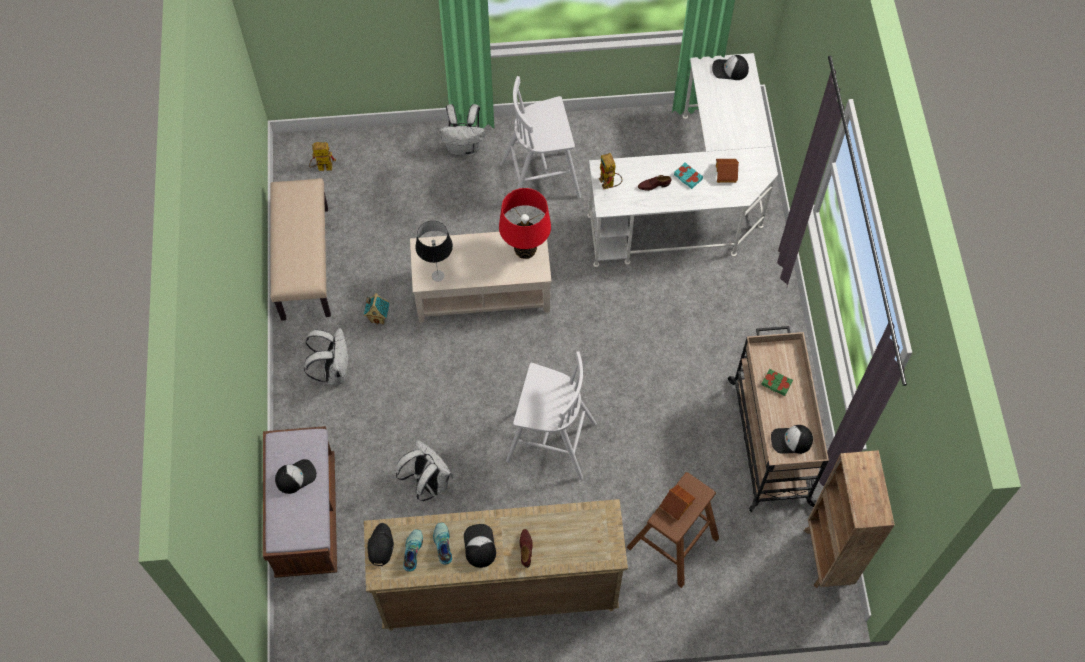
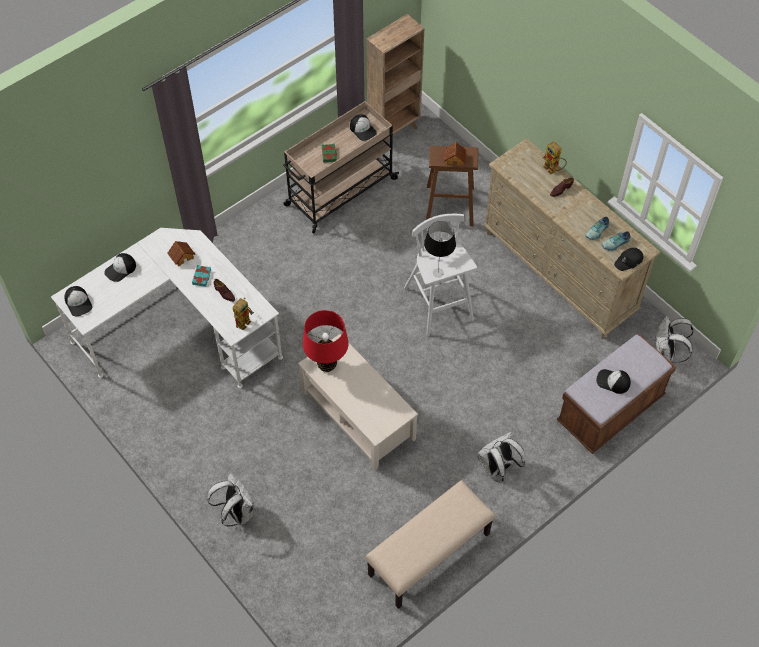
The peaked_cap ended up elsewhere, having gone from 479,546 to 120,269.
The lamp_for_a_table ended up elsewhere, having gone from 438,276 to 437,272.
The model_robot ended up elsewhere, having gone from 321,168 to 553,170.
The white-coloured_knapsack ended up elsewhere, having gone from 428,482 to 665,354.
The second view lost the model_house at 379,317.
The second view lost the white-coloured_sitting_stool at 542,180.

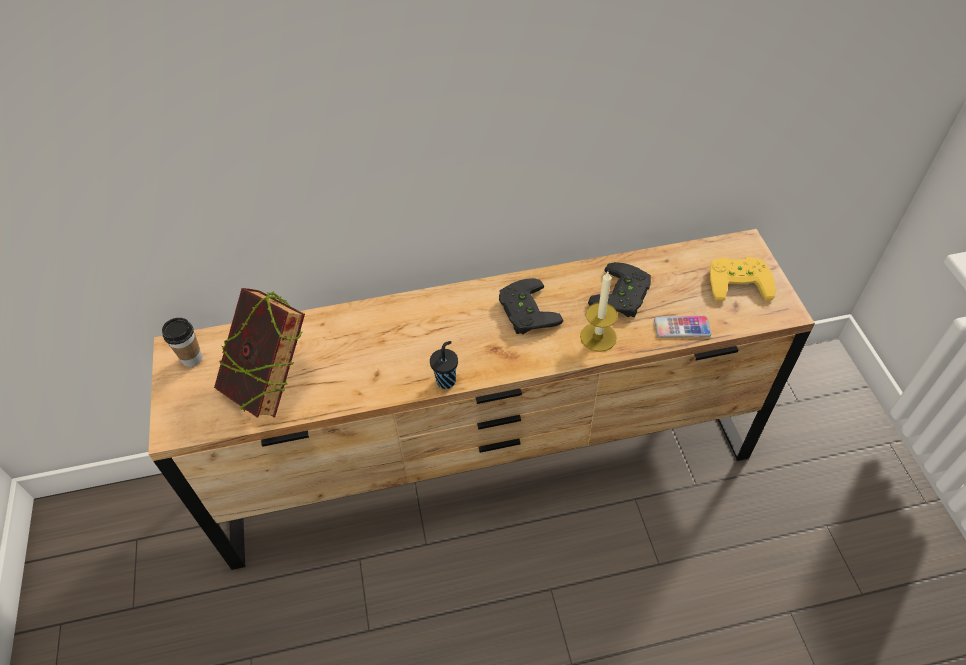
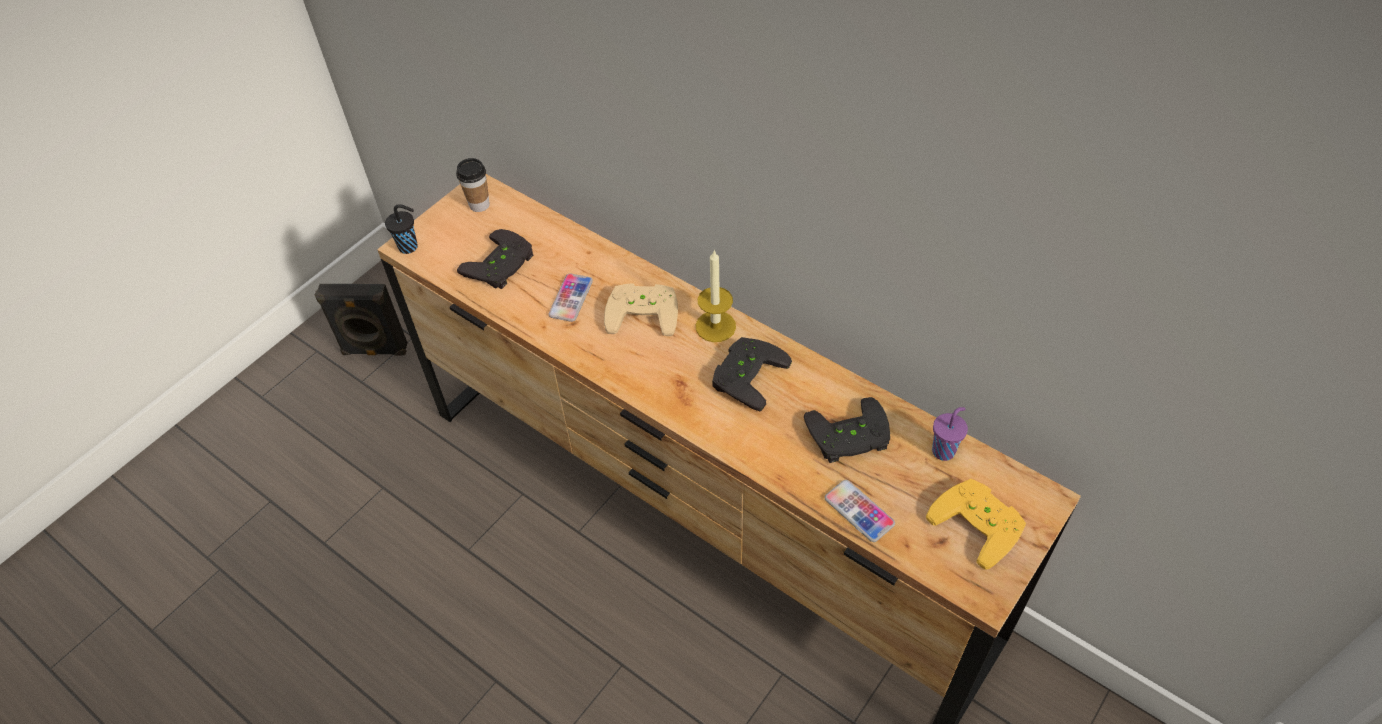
The second view gained the black-coloured_speaker at 374,350.
The black-coloured_small_cup ended up elsewhere, having gone from 446,380 to 409,247.
Where the volume stood at 271,382, the black-coloured_joypad came to stand at 501,266.
The second view gained the phone at 571,298.
The second view gained the beige_joypad at 643,310.
The wax_light ended up elsewhere, having gone from 598,337 to 715,326.
The second view gained the purple_small_cup at 944,450.

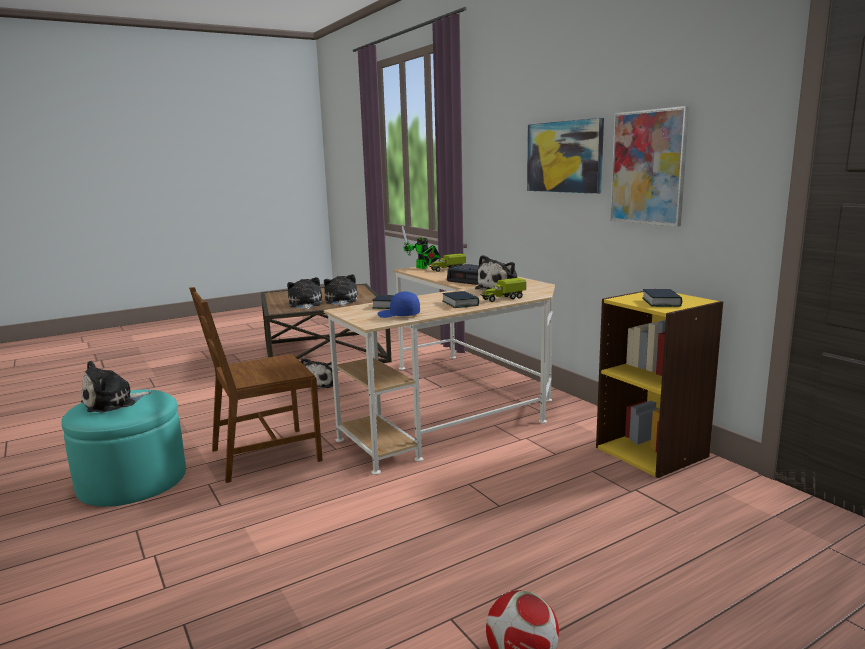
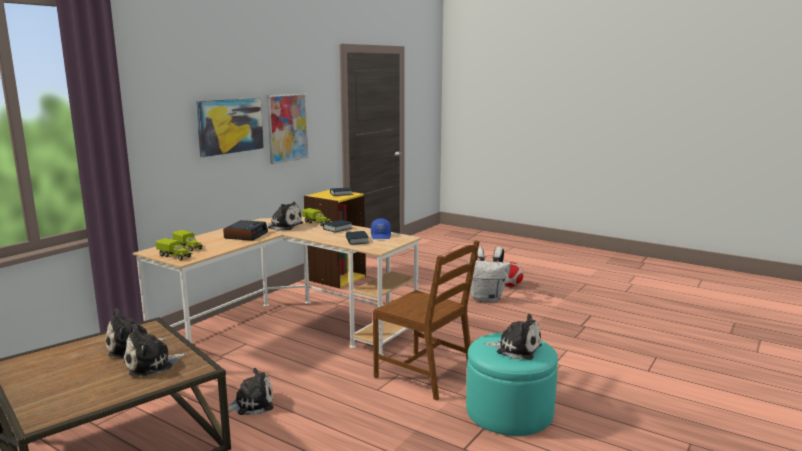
Where the model_robot stood at 423,268, the toy_lorry came to stand at 175,256.
The second view gained the white-coloured_knapsack at 486,299.

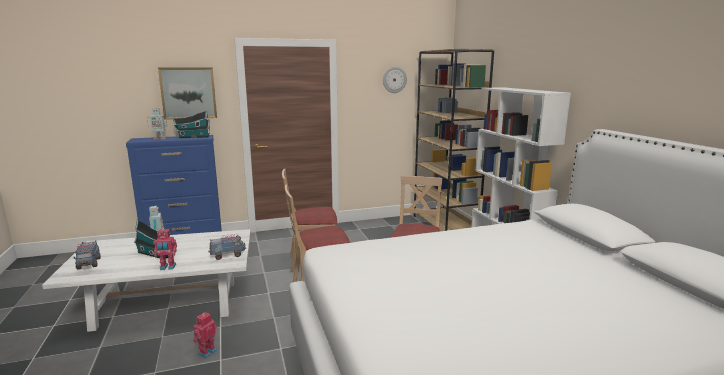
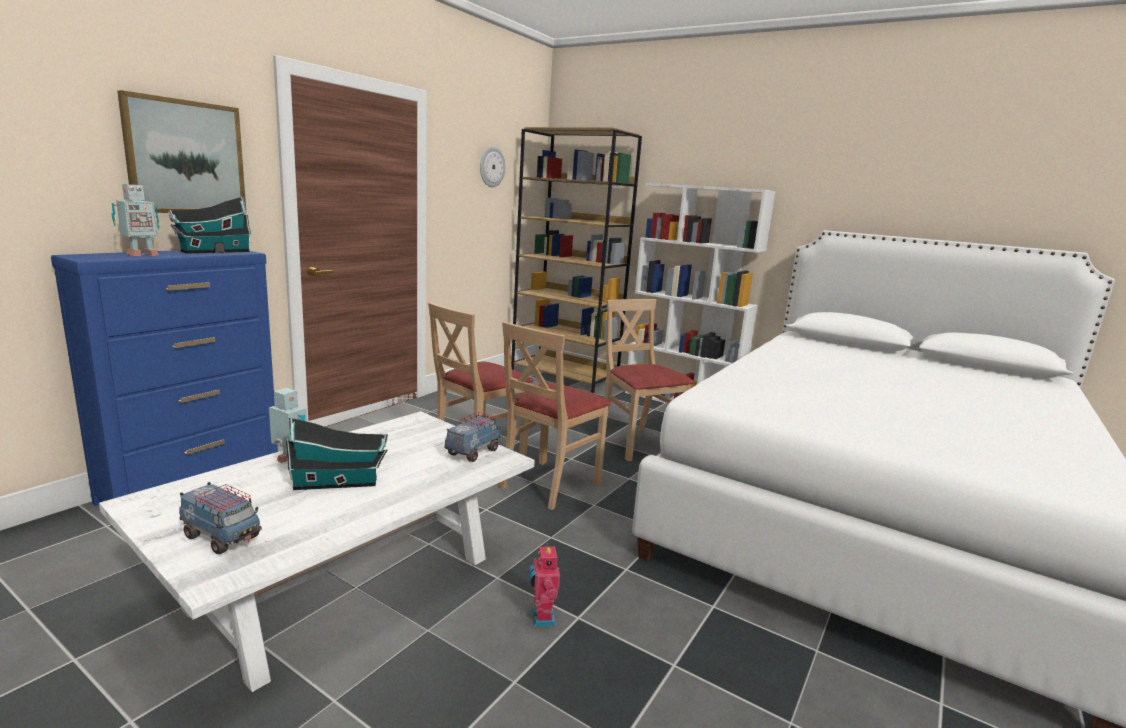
The second view lost the model_robot at 167,267.

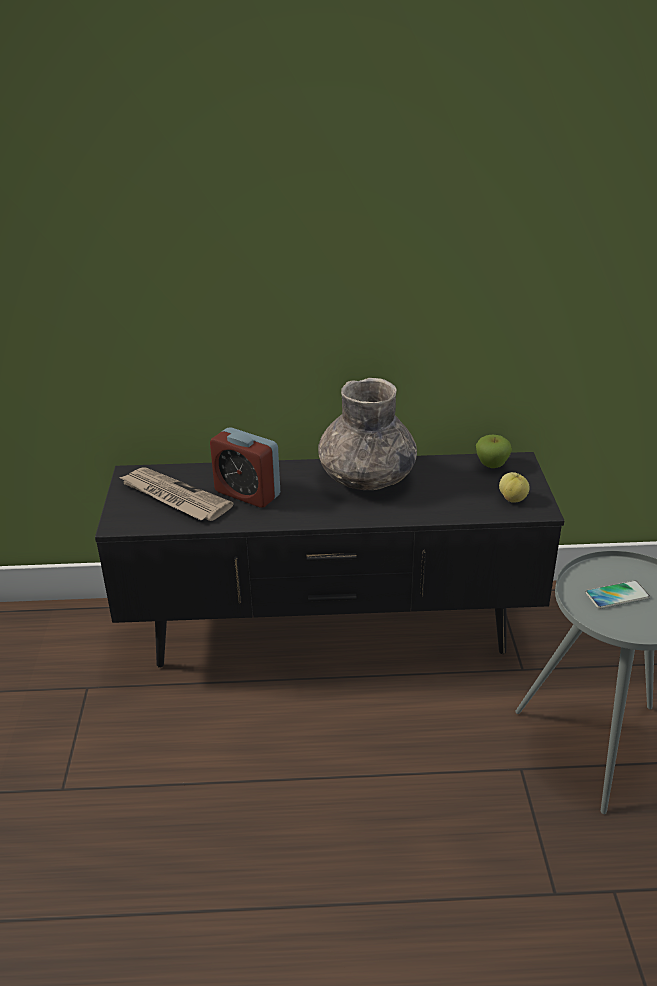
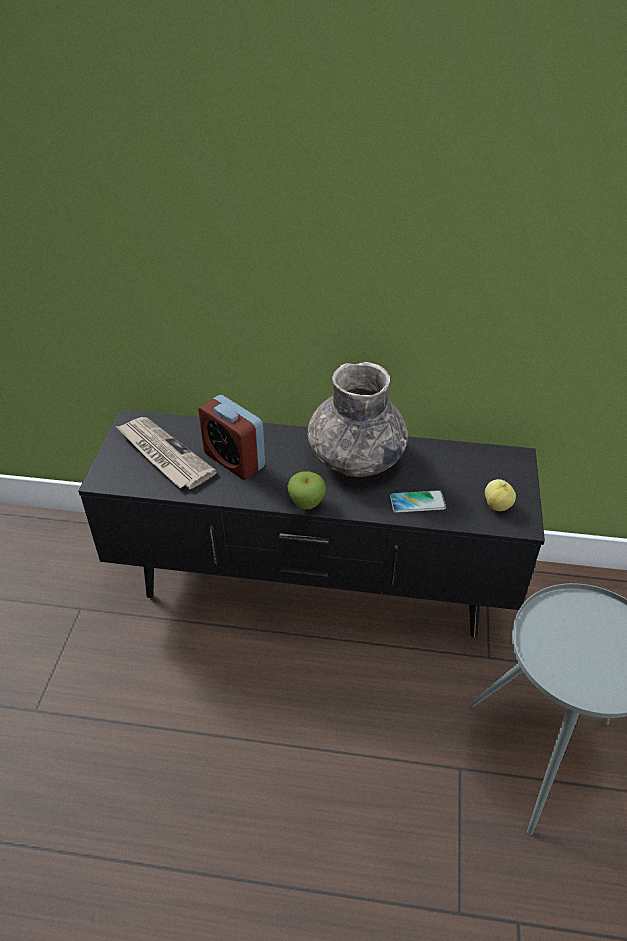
The apple ended up elsewhere, having gone from 492,465 to 306,503.
The phone ended up elsewhere, having gone from 617,595 to 417,502.

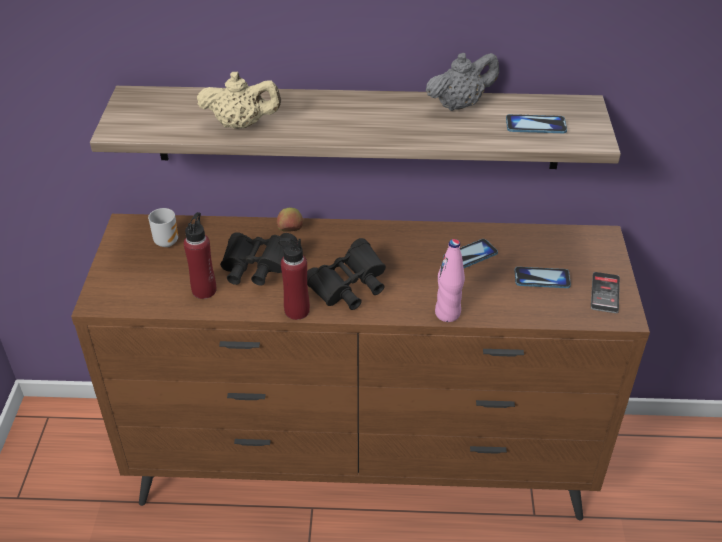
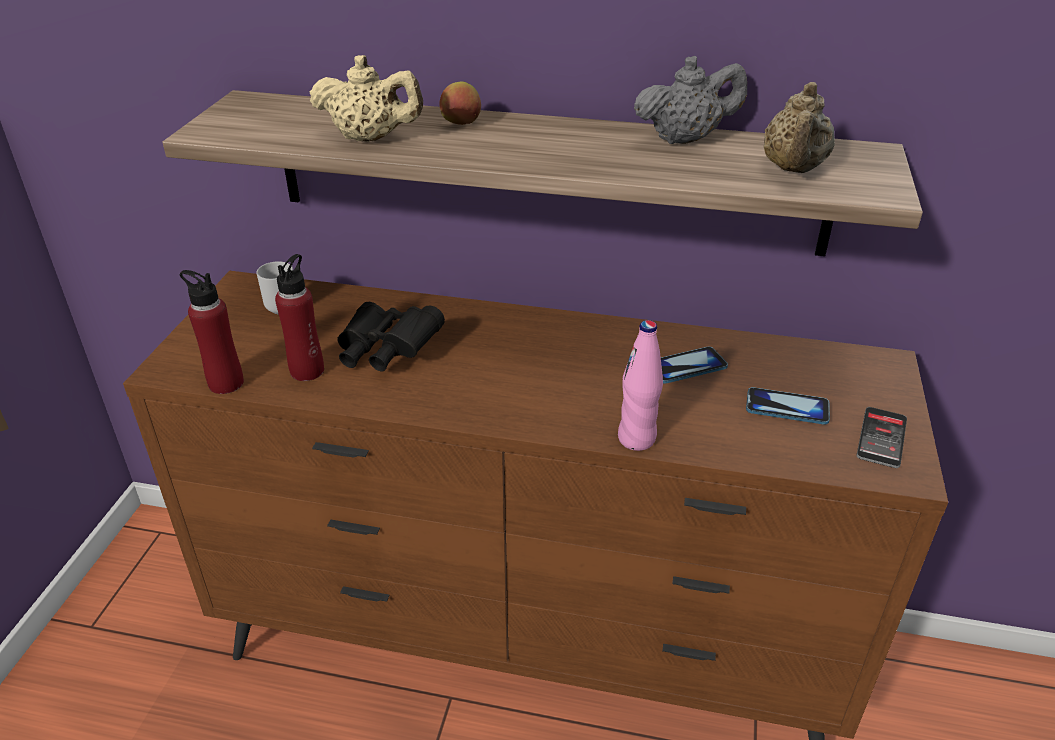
The red-coloured_drink_bottle ended up elsewhere, having gone from 296,310 to 226,383.
The apple ended up elsewhere, having gone from 290,231 to 461,125.
Where the phone stood at 535,125, the beige_teapot came to stand at 793,169.
The second view lost the black-coloured_binoculars at 349,288.

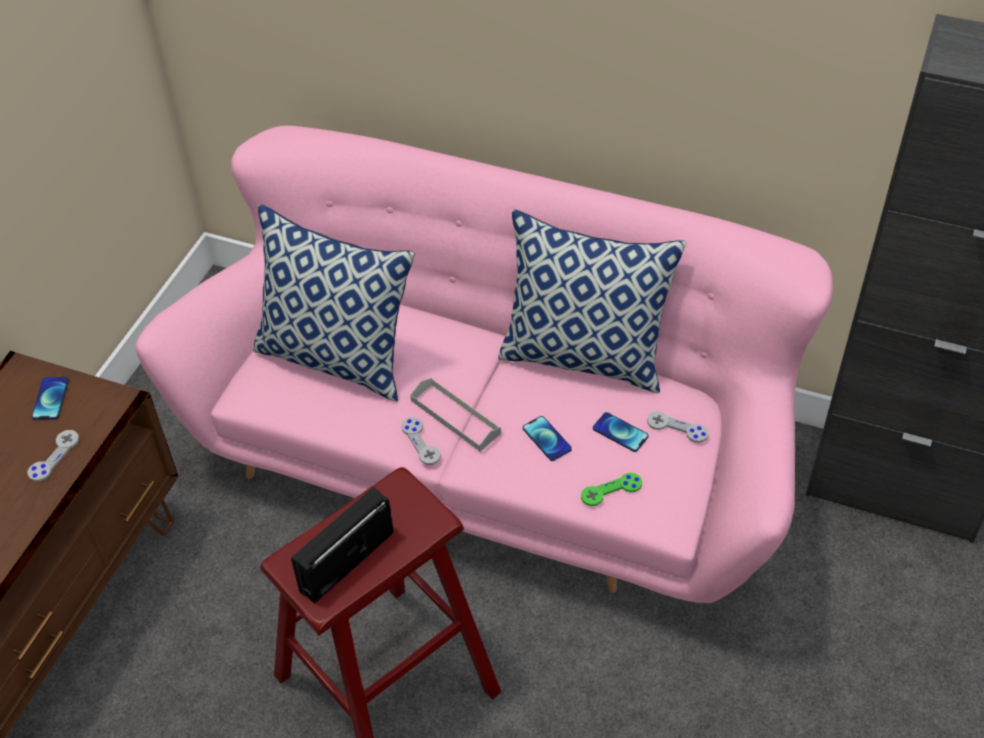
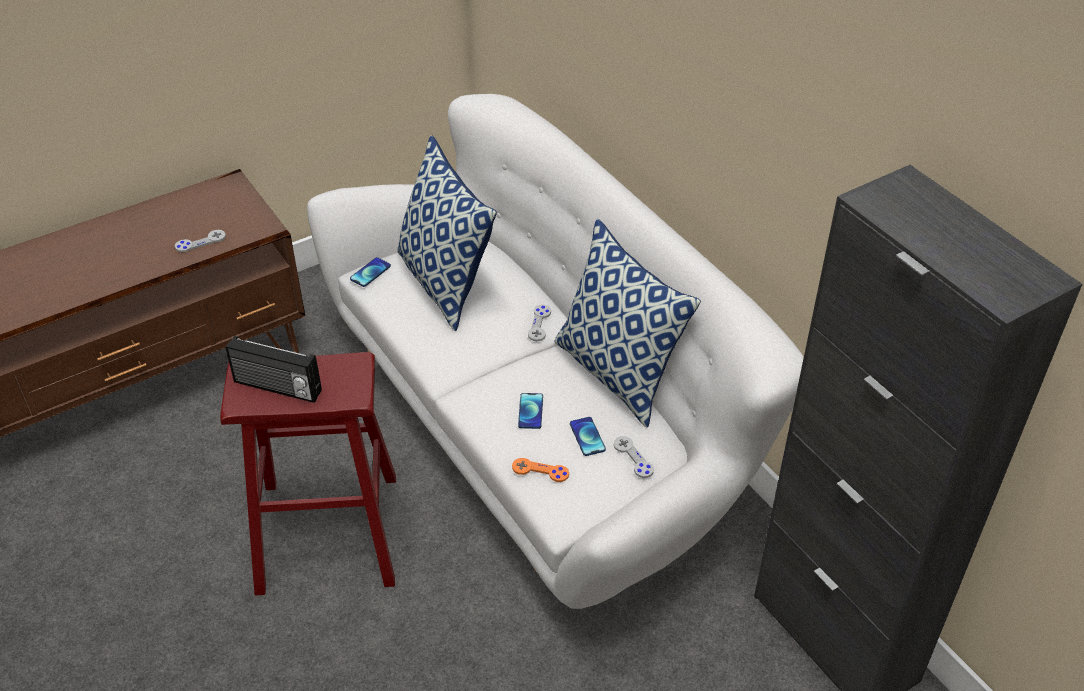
The radio at 345,560 ended up facing another way, 150 degrees counterclockwise from before.
What was the pink_couch at 494,459 turned into the white-coloured_couch at 541,432.
The phone ended up elsewhere, having gone from 51,399 to 370,273.
What was the green_joypad at 611,490 turned into the orange_joypad at 540,471.
The gray_joypad ended up elsewhere, having gone from 421,442 to 539,324.
The second view lost the gray_tray at 455,417.

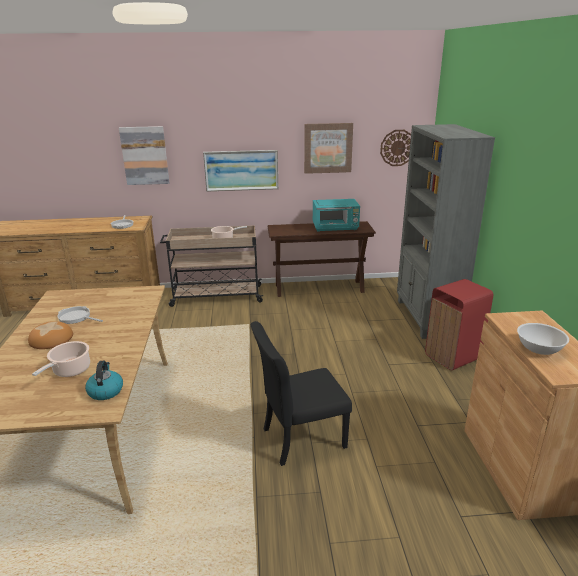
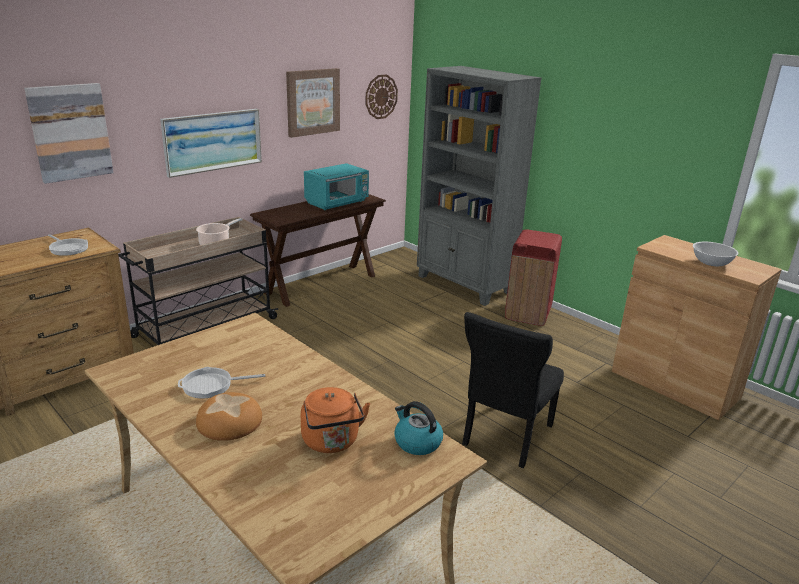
Where the cooking_pot stood at 70,370, the orange_water_kettle came to stand at 332,442.

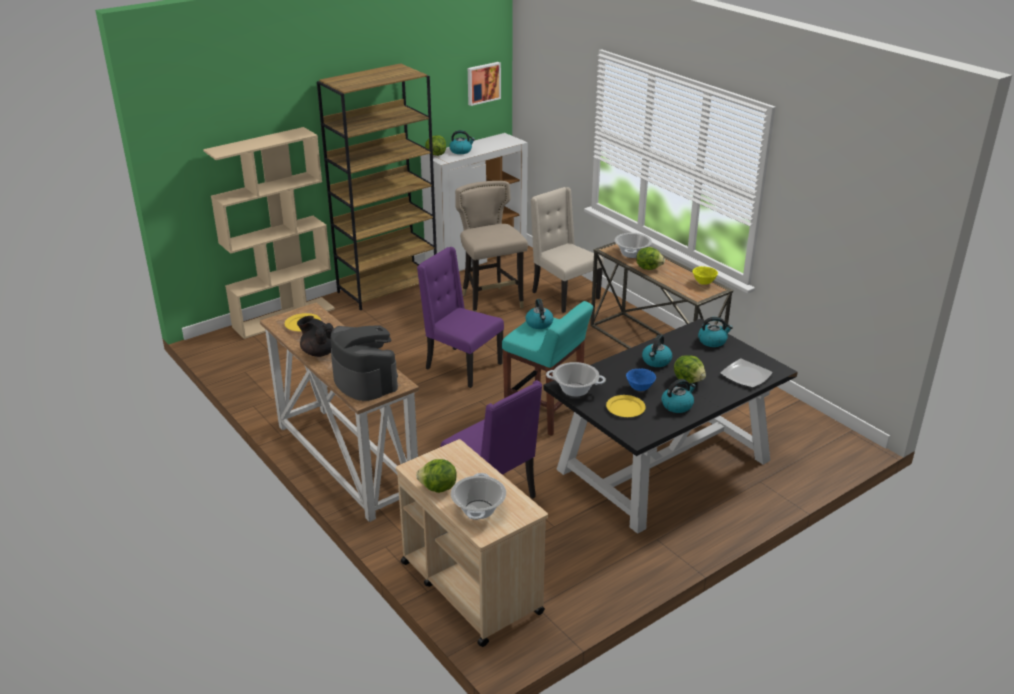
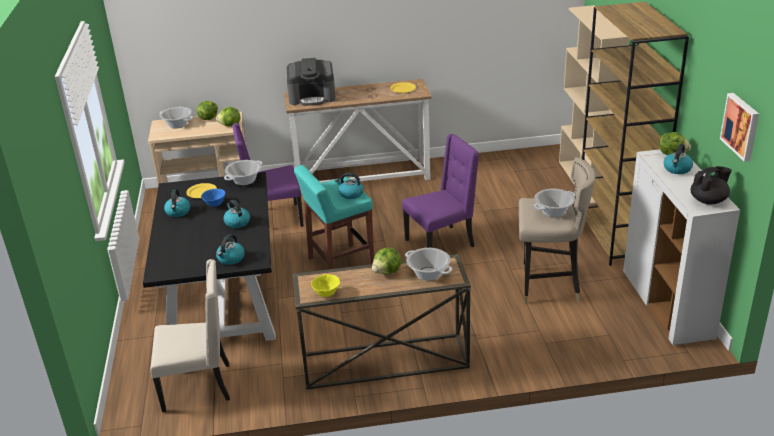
The beige_upright_chair ended up elsewhere, having gone from 563,295 to 199,386.
The lettuce ended up elsewhere, having gone from 689,380 to 230,125.
The second view gained the cooking_pot at 554,211.
The black-coloured_teapot ended up elsewhere, having gone from 319,352 to 708,200.
The second view lost the dinner_plate at 745,375.

